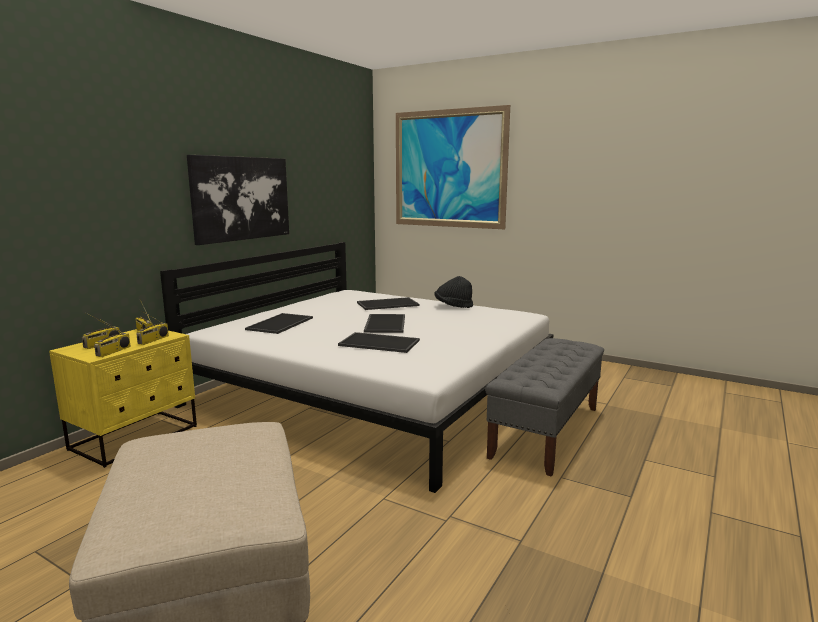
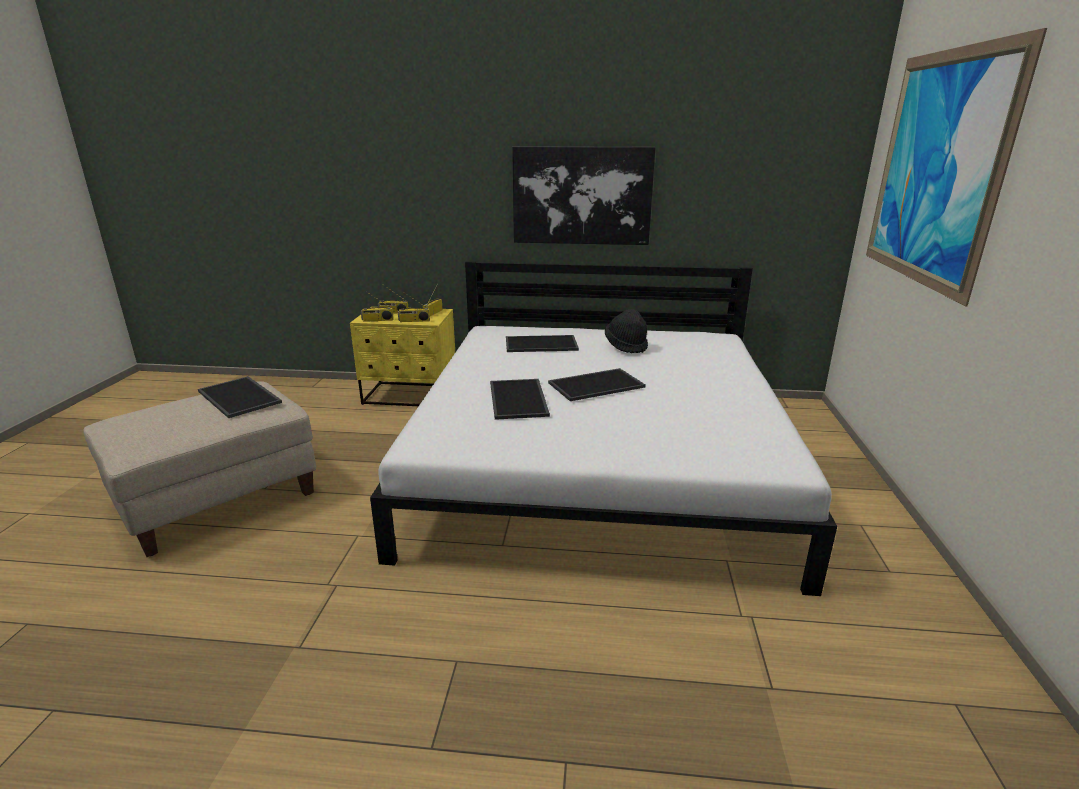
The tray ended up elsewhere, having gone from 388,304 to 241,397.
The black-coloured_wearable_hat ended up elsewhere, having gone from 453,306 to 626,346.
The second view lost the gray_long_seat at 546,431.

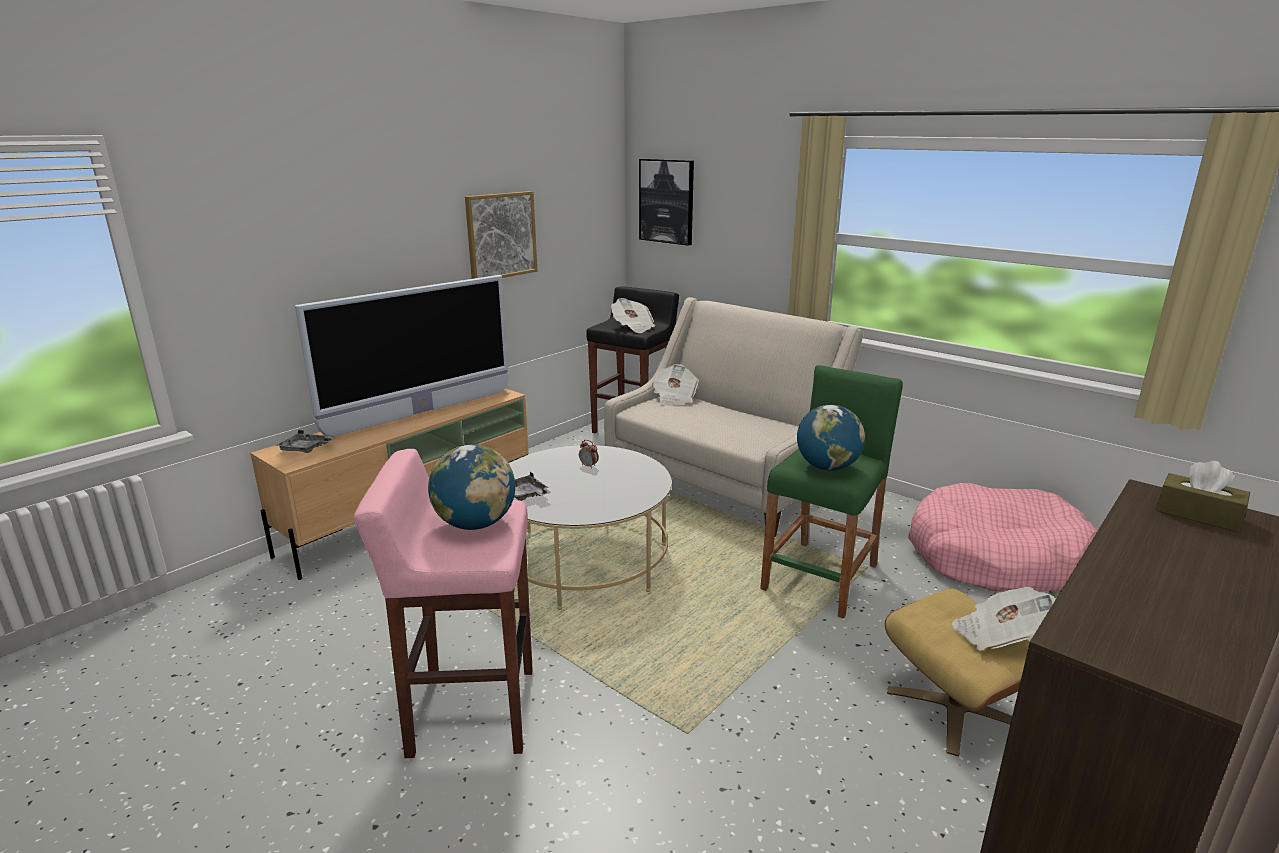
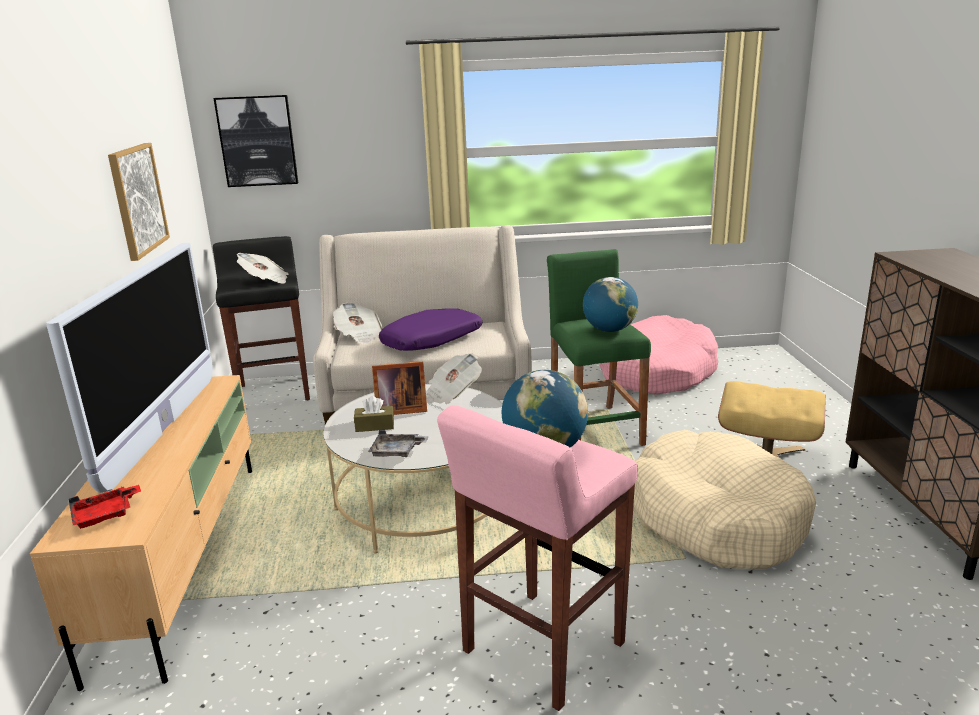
What was the gray_tray at 306,449 turned into the red-coloured_tray at 106,515.
The brownish_tissue_holder ended up elsewhere, having gone from 1198,514 to 375,426.
Where the table_clock stood at 589,466, the picture_frame came to stand at 399,409.
The second view gained the purple_pillow at 432,341.
The daily_paper ended up elsewhere, having gone from 998,636 to 451,394.
The second view gained the beige_dog_bed at 715,517.

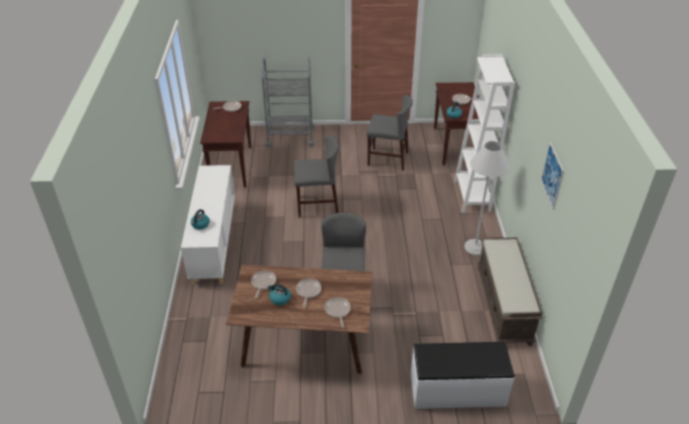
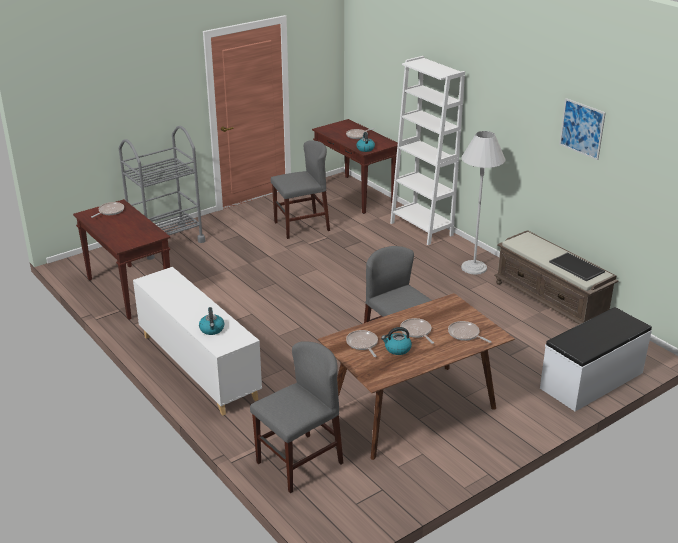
The gray_upright_chair ended up elsewhere, having gone from 317,205 to 299,463.
The second view gained the tray at 575,267.

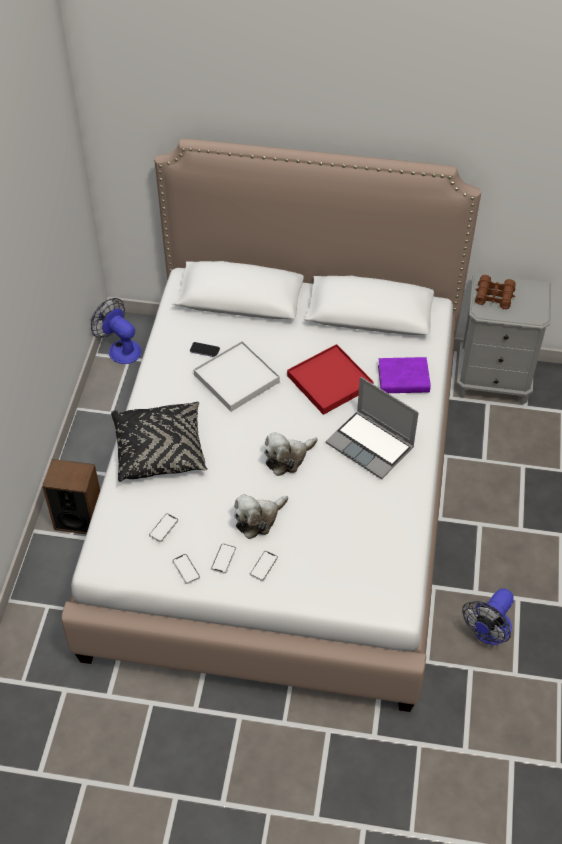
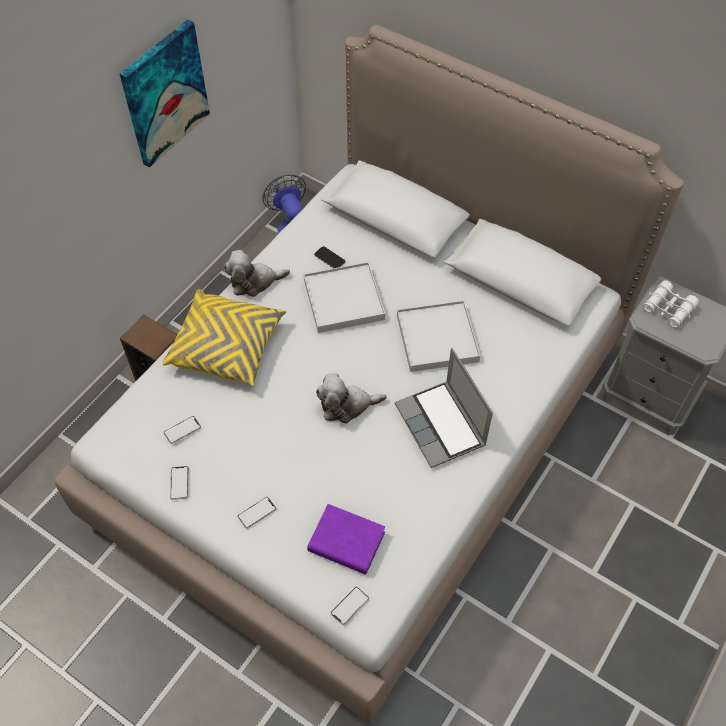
The second view gained the wall_picture at 164,93.
What was the black-coloured_pillow at 160,450 turned into the yellow_pillow at 227,347.
The plush_toy ended up elsewhere, having gone from 258,519 to 254,282.
The purple_volume ended up elsewhere, having gone from 403,379 to 346,542.
The phone ended up elsewhere, having gone from 223,558 to 349,606.
What was the red-coloured_tray at 329,382 turned into the white-coloured_tray at 437,338.
What was the brownish_binoculars at 494,296 turned into the white-coloured_binoculars at 668,308.
The second view lost the cooling_fan at 488,632.

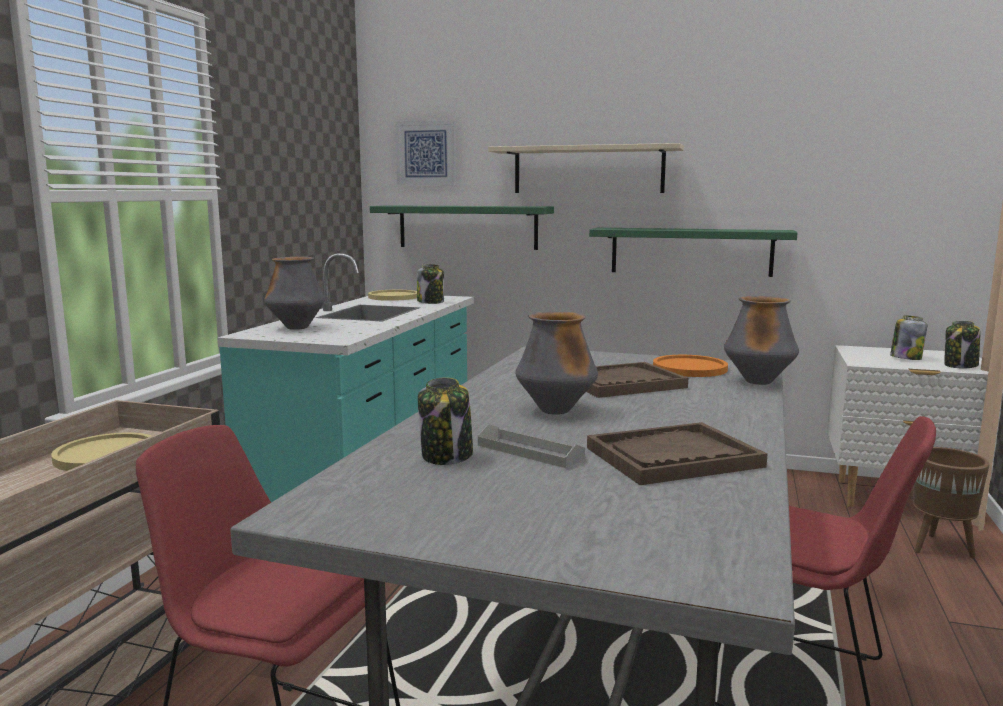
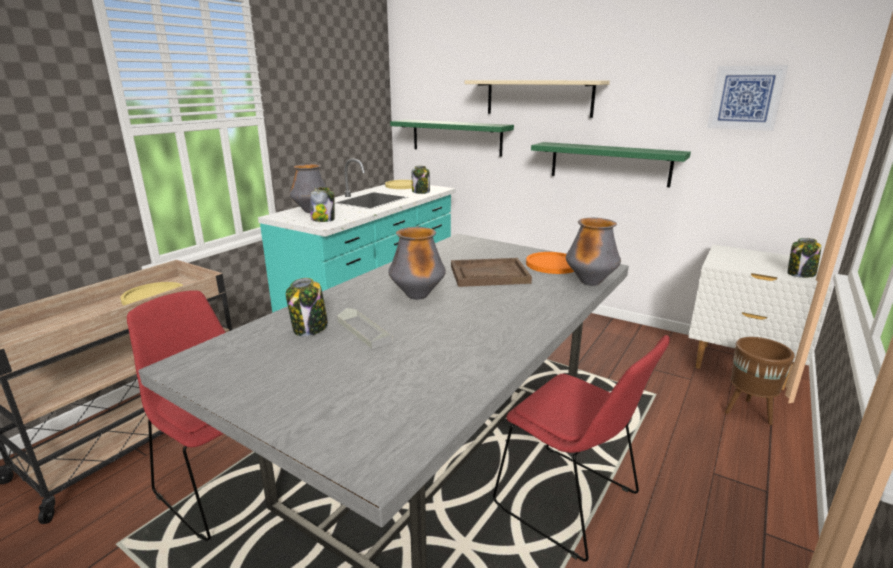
The storage_jar ended up elsewhere, having gone from 905,358 to 323,219.
The wall_picture ended up elsewhere, having gone from 426,153 to 745,98.
The second view lost the brownish_tray at 673,457.

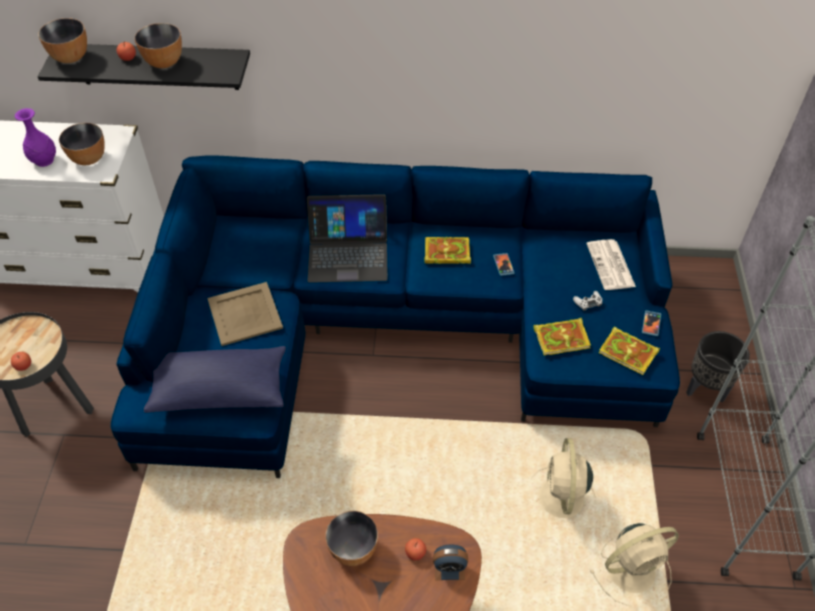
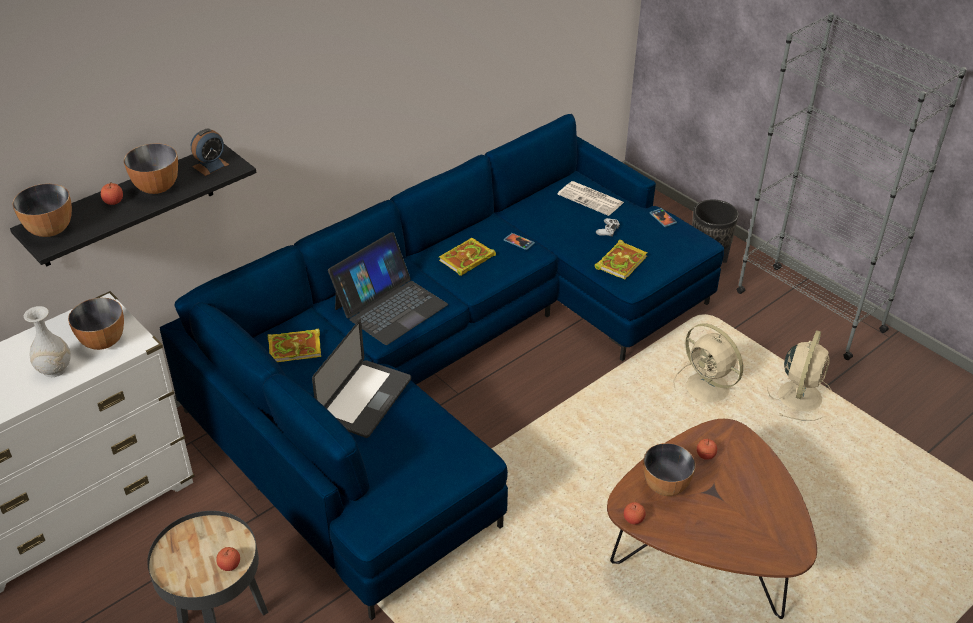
What was the purple_decorative_vase at 44,160 turned into the white-coloured_decorative_vase at 54,369.
The table_clock ended up elsewhere, having gone from 449,568 to 210,165.
The volume ended up elsewhere, having gone from 629,353 to 296,347.
Where the beige_tray stood at 245,313, the notebook_computer came to stand at 365,399.
The second view gained the apple at 633,519.
The second view lost the blue_pillow at 220,389.

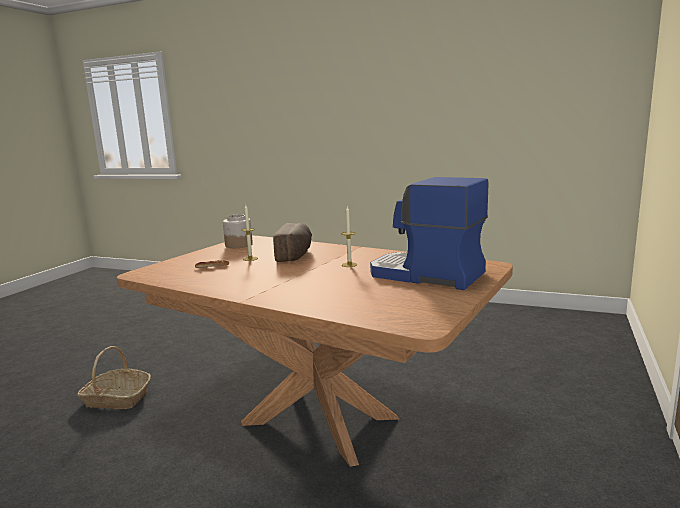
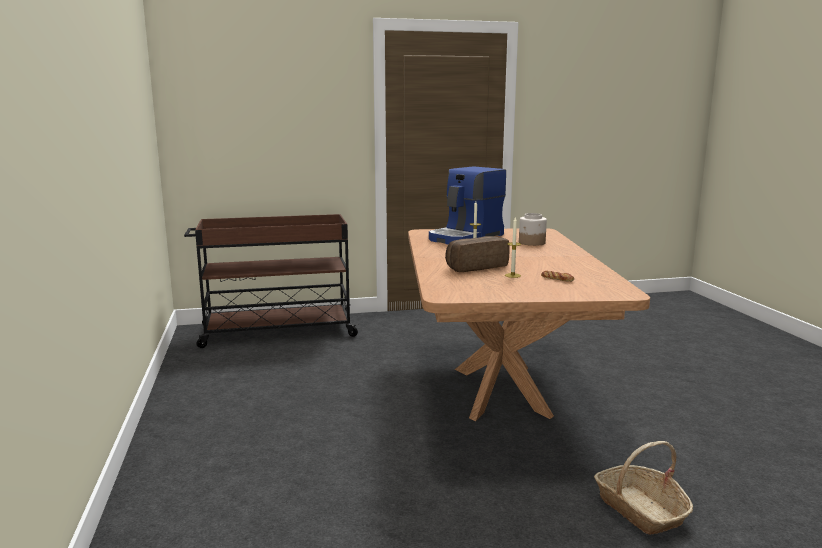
The second view gained the brownish_trolley at 276,331.
The coffee_maker at 425,275 ended up facing another way, 45 degrees clockwise from before.
The storage_jar ended up elsewhere, having gone from 238,245 to 532,243.

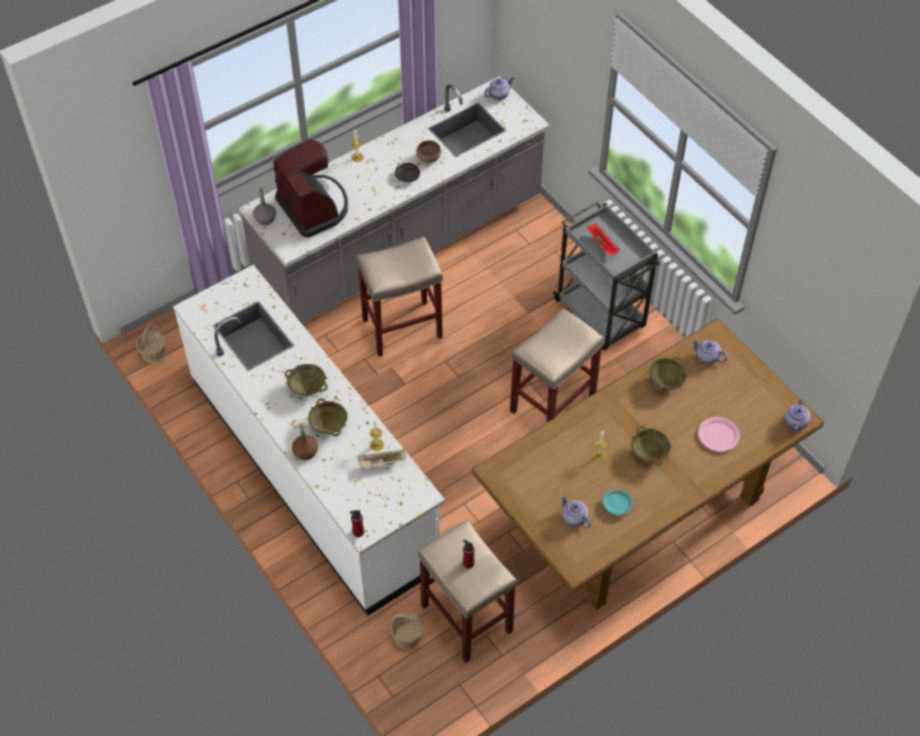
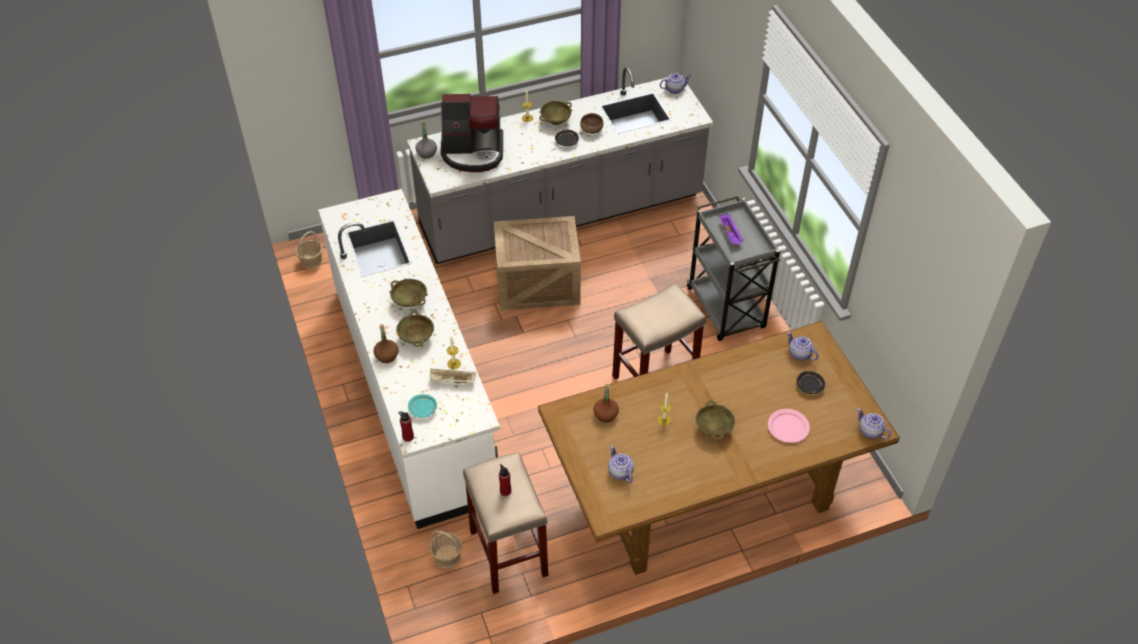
The blue-green_dinner_plate ended up elsewhere, having gone from 617,505 to 423,409.
The coffee_maker at 314,207 ended up facing another way, 105 degrees clockwise from before.
Where the beige_sitting_stool stood at 403,327, the shipping_crate came to stand at 539,283.
The beige_serving_bowl ended up elsewhere, having gone from 666,382 to 556,121.
The second view gained the brownish_drink_bottle at 605,415.
What was the red-coloured_tray at 603,245 turned into the purple_tray at 730,234.
The second view gained the black-coloured_dinner_plate at 809,385.
The teapot at 796,422 ended up facing another way, 105 degrees clockwise from before.

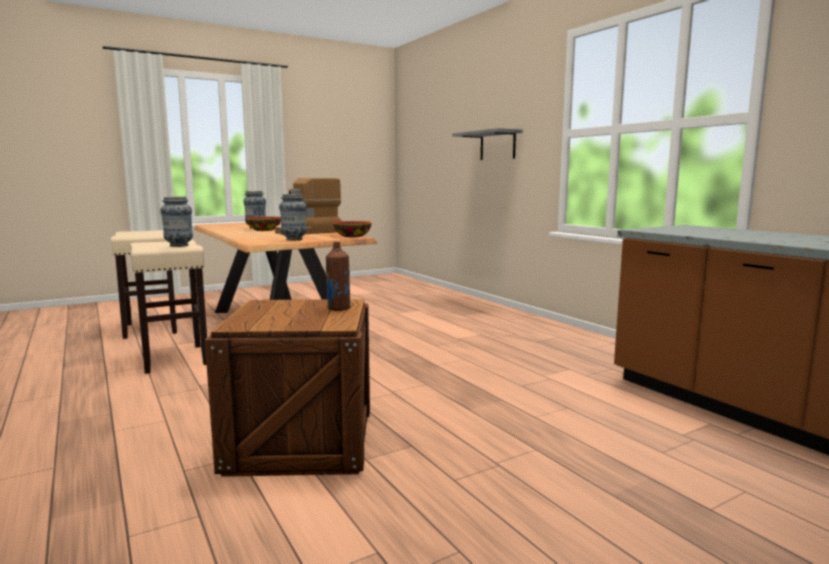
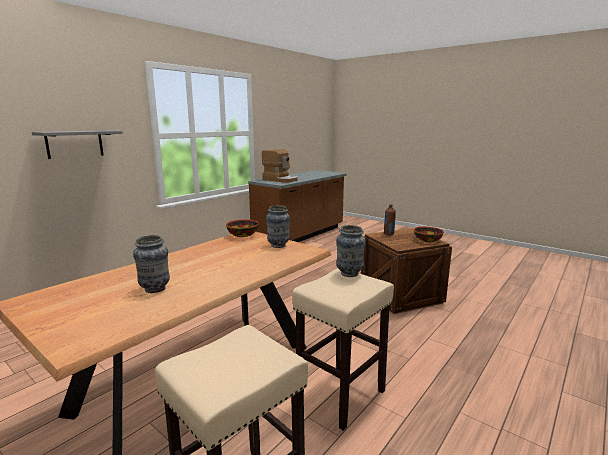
The coffee_maker ended up elsewhere, having gone from 309,232 to 280,180.
The serving_bowl ended up elsewhere, having gone from 264,230 to 427,240.

